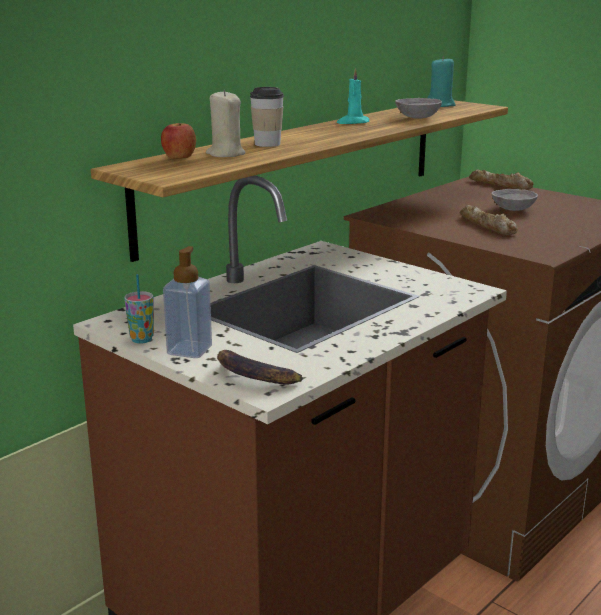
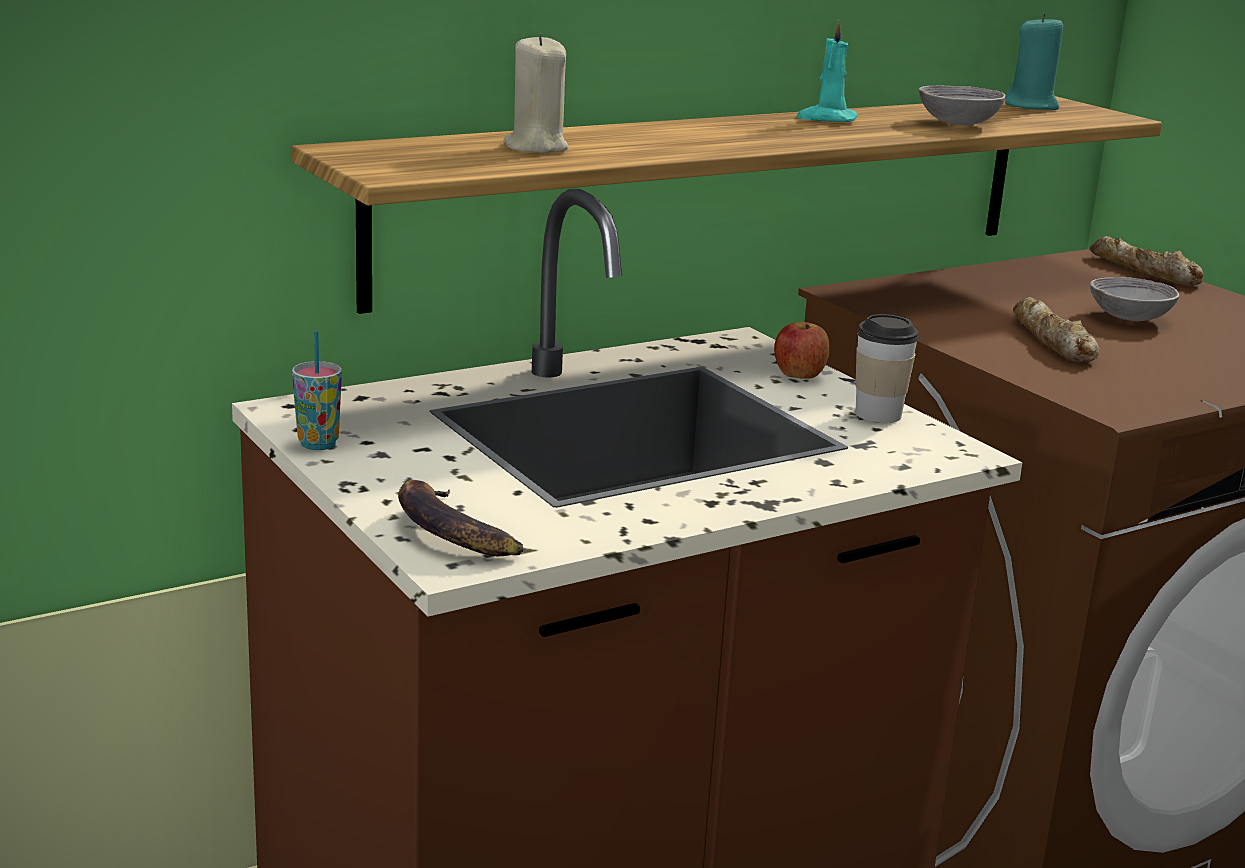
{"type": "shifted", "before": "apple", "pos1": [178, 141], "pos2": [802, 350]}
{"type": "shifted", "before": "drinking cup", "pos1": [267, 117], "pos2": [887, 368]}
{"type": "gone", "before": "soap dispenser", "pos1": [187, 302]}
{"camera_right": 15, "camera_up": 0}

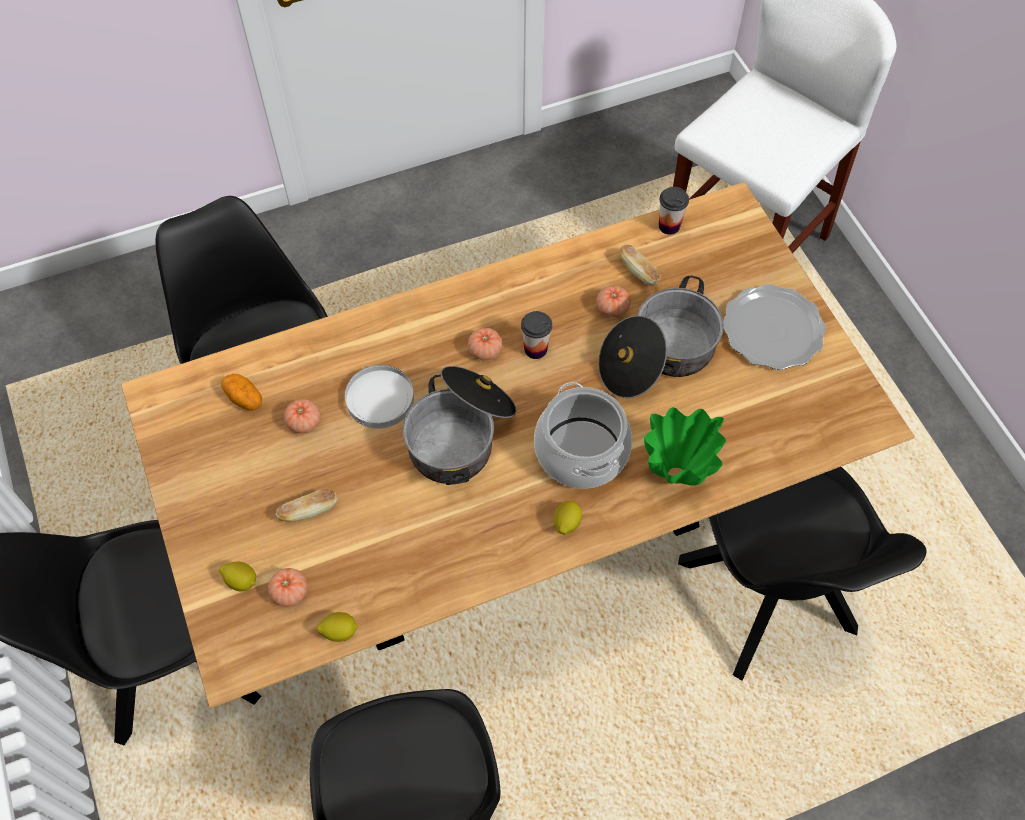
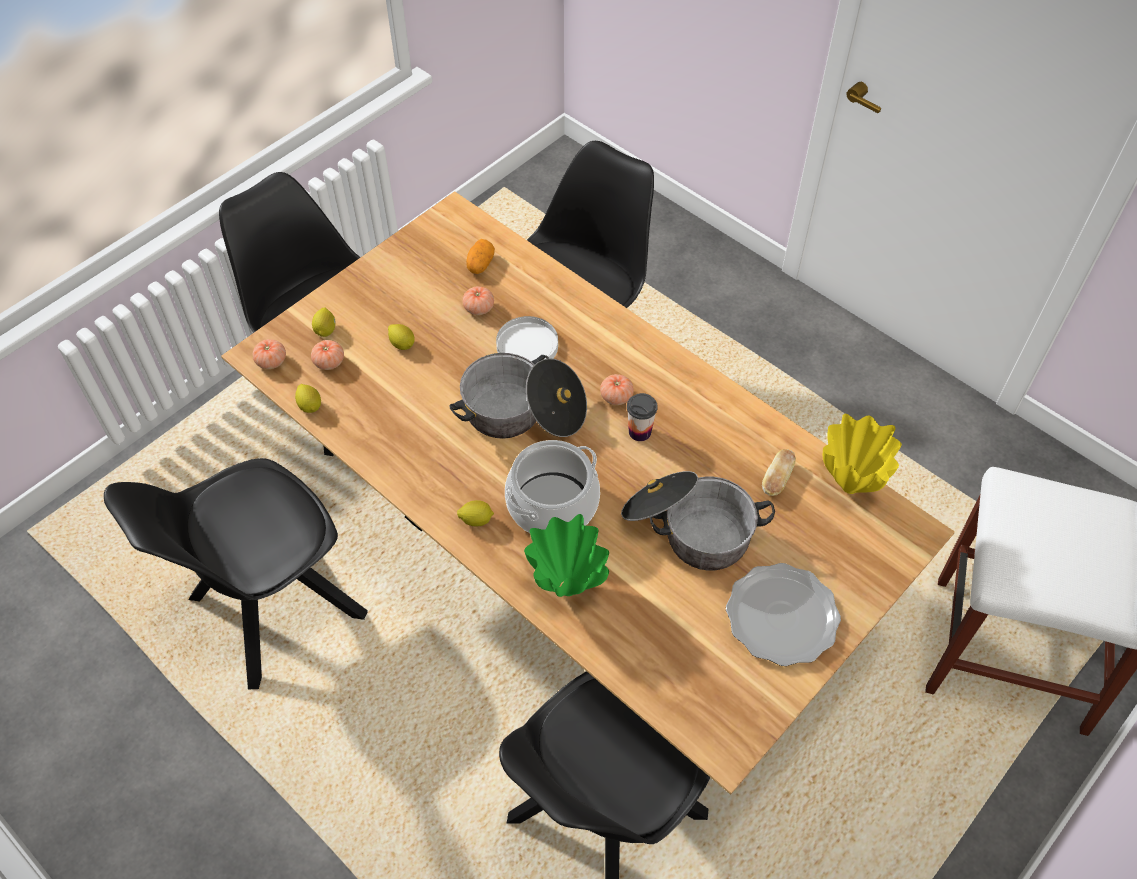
{"type": "shifted", "before": "tomato", "pos1": [613, 301], "pos2": [269, 354]}
{"type": "swapped", "before": "bakery bread", "after": "citrus fruit", "pos1": [306, 505], "pos2": [401, 337]}
{"type": "swapped", "before": "drinking cup", "after": "yellow-coloured flower vase", "pos1": [674, 211], "pos2": [862, 454]}
{"camera_right": 65, "camera_up": -5}

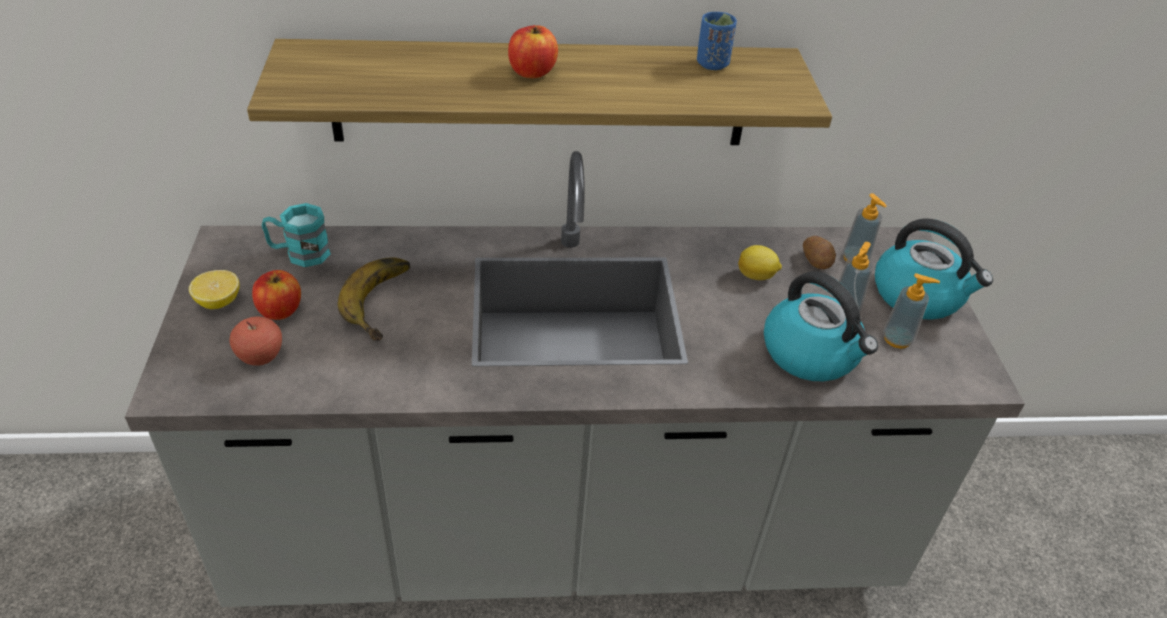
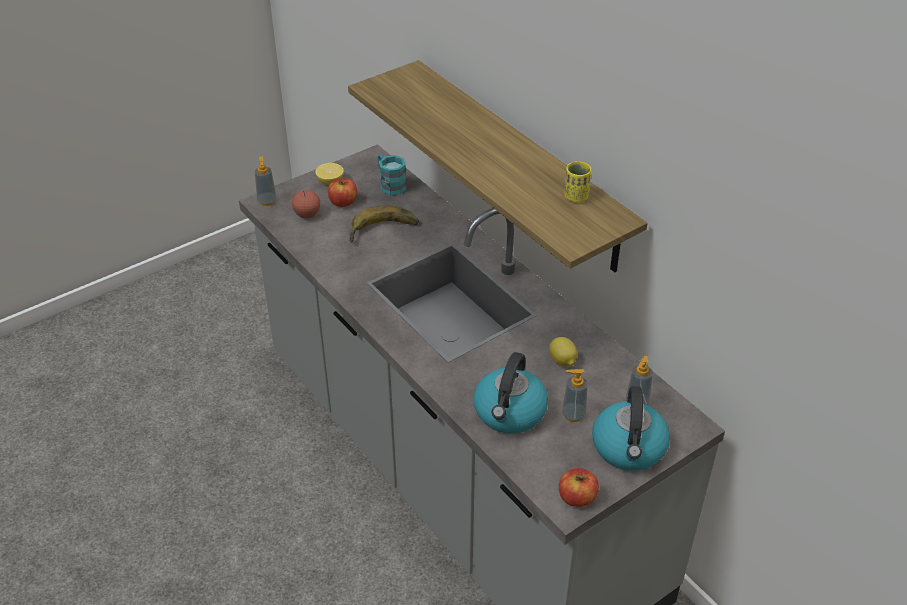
{"type": "shifted", "before": "soap dispenser", "pos1": [911, 311], "pos2": [266, 181]}
{"type": "shifted", "before": "apple", "pos1": [533, 51], "pos2": [579, 487]}
{"type": "repainted", "before": "blue drinking cup", "after": "yellow-coloured drinking cup", "pos1": [717, 41], "pos2": [577, 182]}
{"type": "gone", "before": "spud", "pos1": [819, 252]}
{"camera_right": 60, "camera_up": 0}

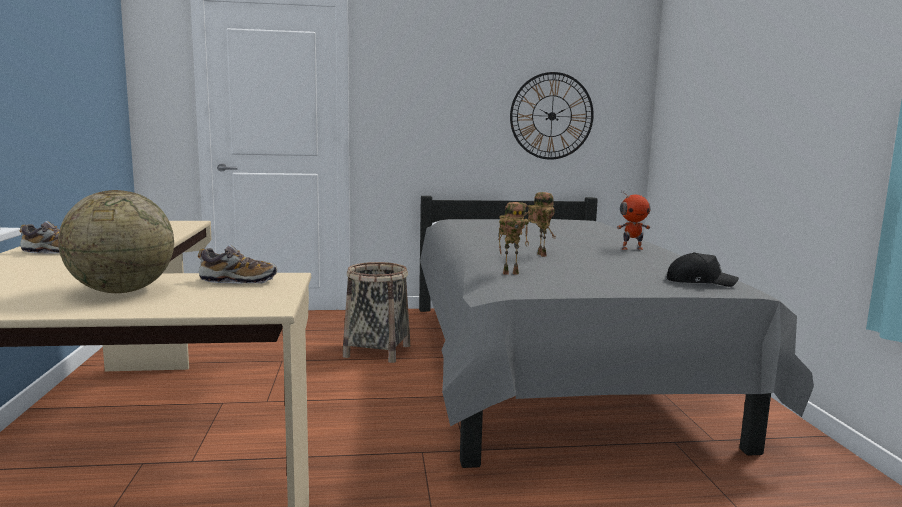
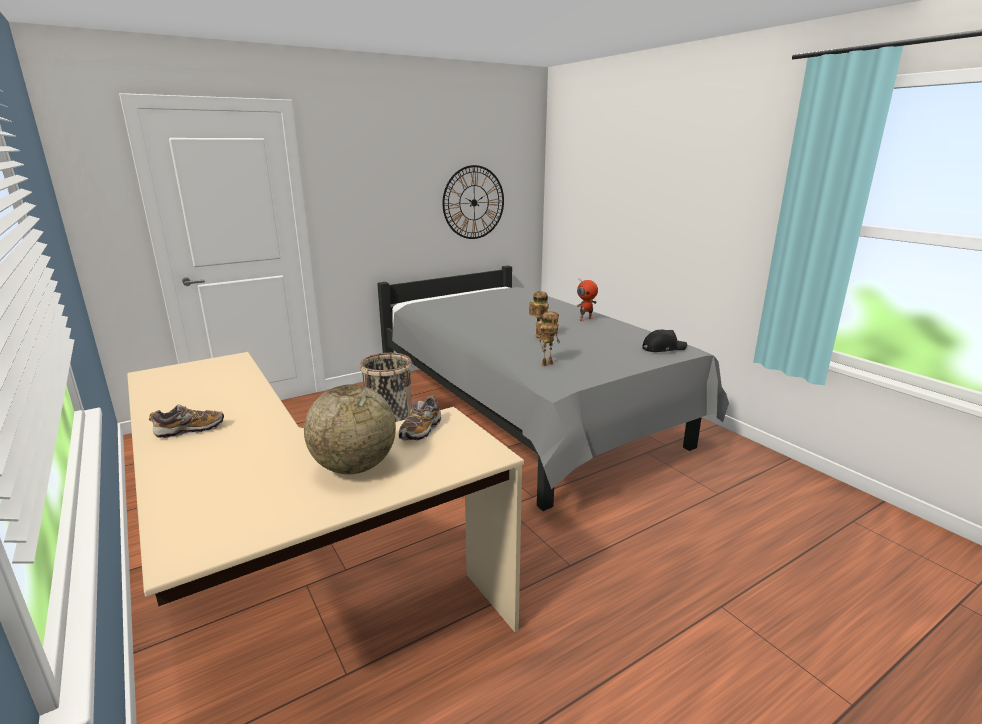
{"type": "rotated", "before": "item of footwear", "pos1": [237, 264], "pos2": [419, 418], "turn": 135}
{"camera_right": -25, "camera_up": 10}

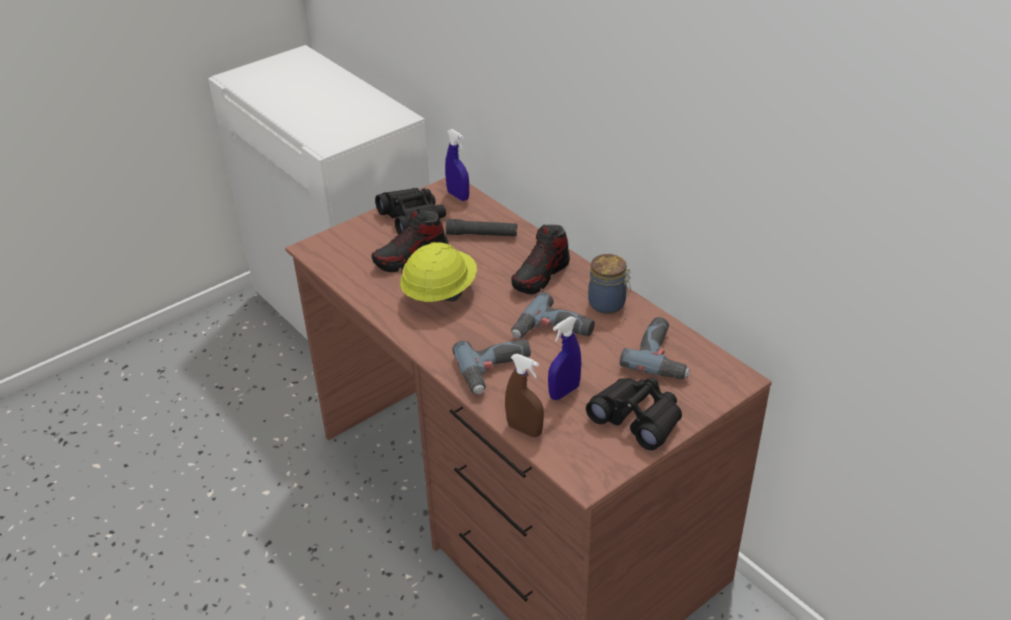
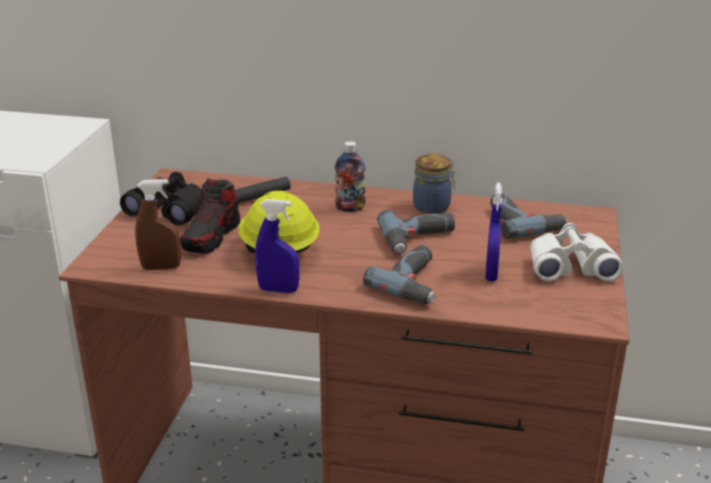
{"type": "shifted", "before": "brownish sprayer", "pos1": [524, 395], "pos2": [158, 224]}
{"type": "shifted", "before": "blue sprayer", "pos1": [457, 165], "pos2": [277, 246]}
{"type": "swapped", "before": "item of footwear", "after": "drink bottle", "pos1": [540, 260], "pos2": [350, 176]}
{"type": "repainted", "before": "black pair of binoculars", "after": "white pair of binoculars", "pos1": [634, 414], "pos2": [576, 252]}
{"camera_right": -40, "camera_up": -10}

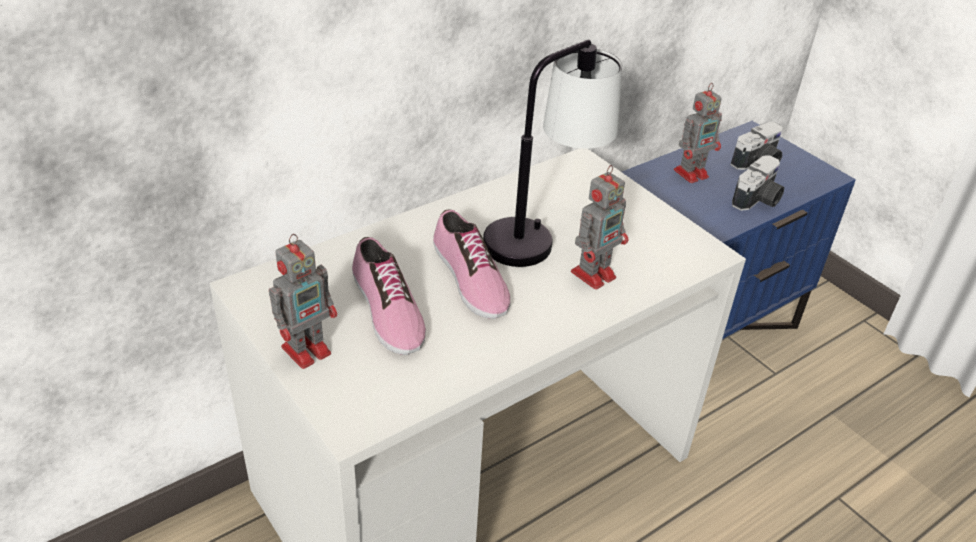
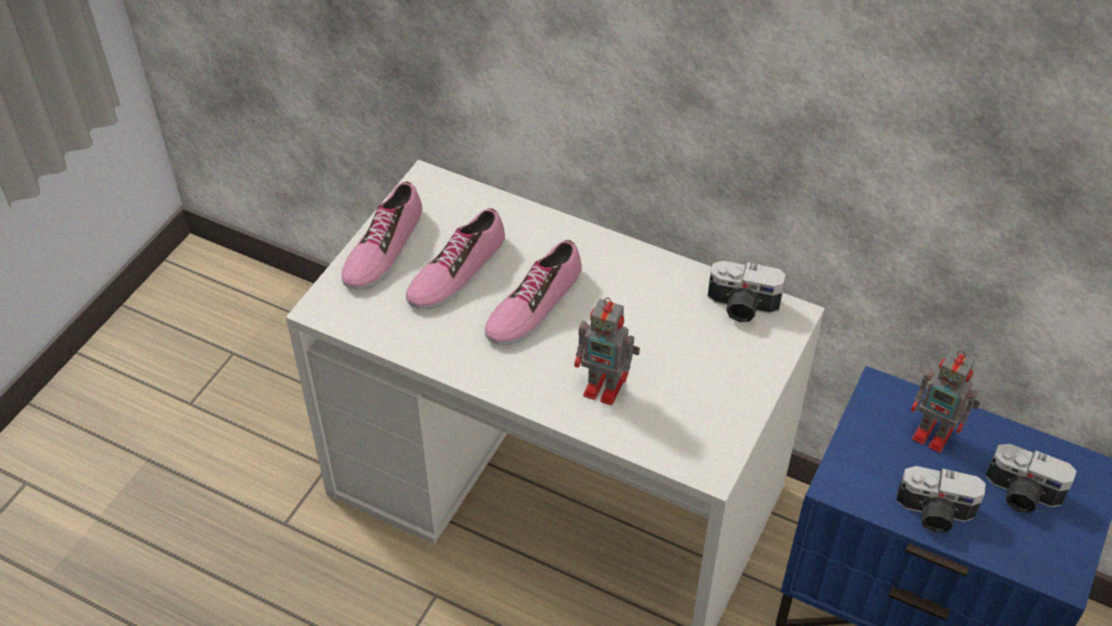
{"type": "swapped", "before": "model robot", "after": "item of footwear", "pos1": [303, 301], "pos2": [381, 236]}
{"type": "new", "after": "photo camera", "pos2": [747, 291]}
{"type": "gone", "before": "table lamp", "pos1": [552, 153]}
{"camera_right": 65, "camera_up": 10}

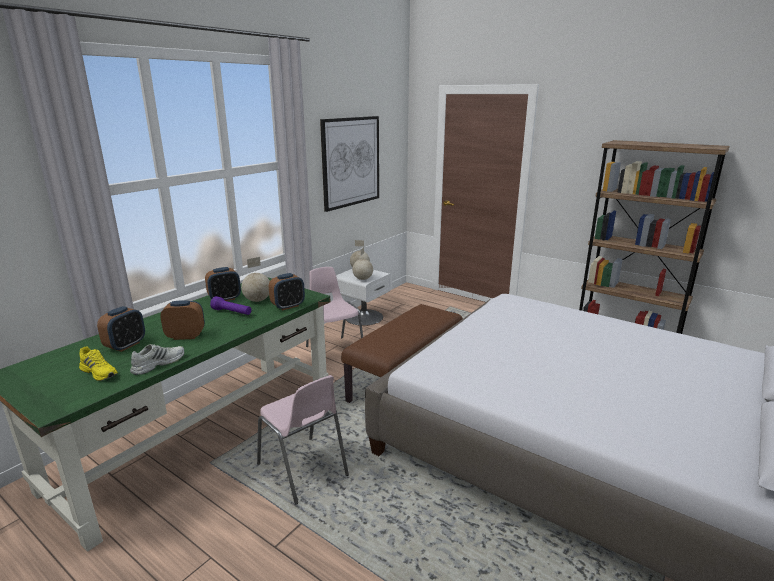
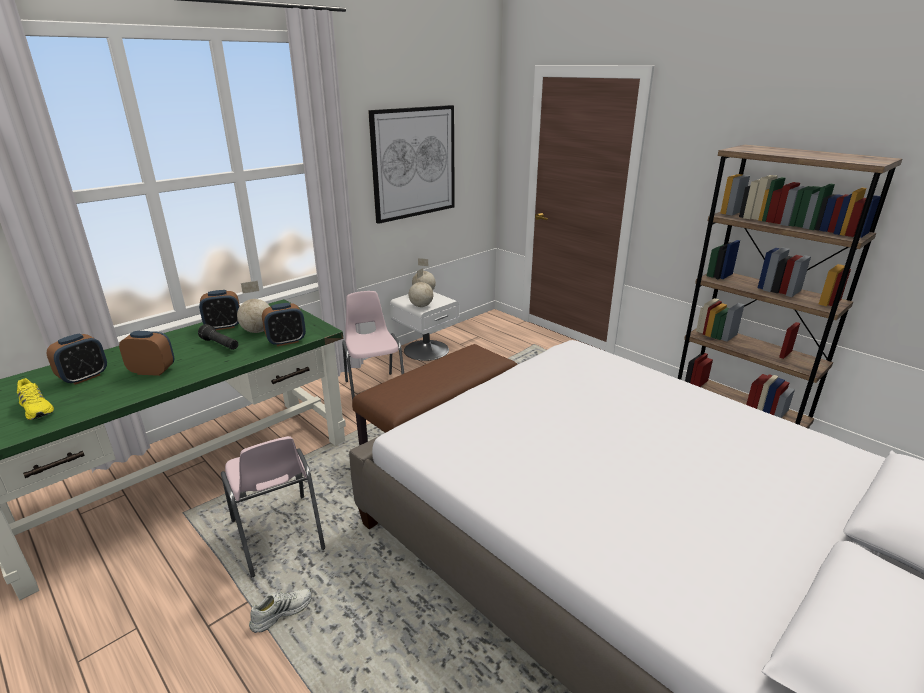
{"type": "repainted", "before": "purple hand torch", "after": "black hand torch", "pos1": [230, 305], "pos2": [218, 337]}
{"type": "shifted", "before": "white item of footwear", "pos1": [157, 359], "pos2": [280, 610]}
{"camera_right": 10, "camera_up": 5}

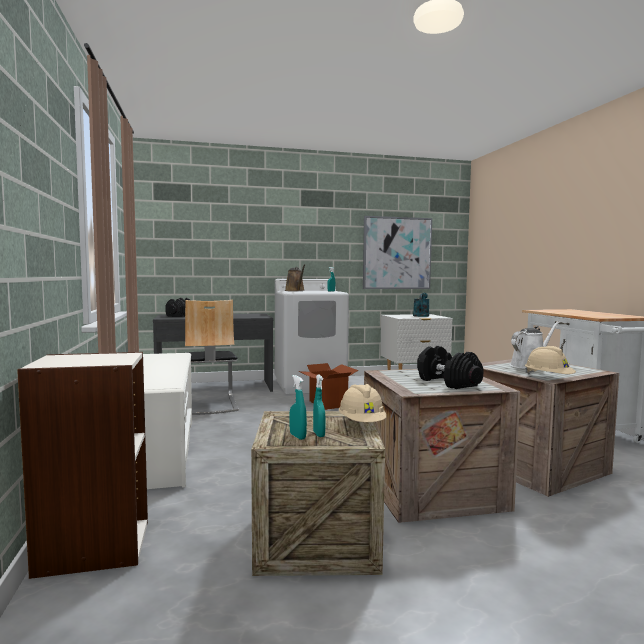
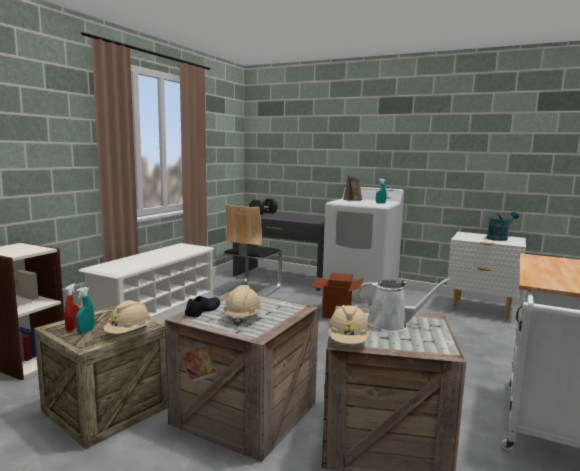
{"type": "repainted", "before": "turquoise-coloured sprayer", "after": "red-coloured sprayer", "pos1": [298, 407], "pos2": [72, 307]}
{"type": "new", "after": "black item of footwear", "pos2": [202, 307]}
{"type": "swapped", "before": "black free weight", "after": "sand-coloured work helmet", "pos1": [450, 367], "pos2": [242, 306]}
{"type": "gone", "before": "wall art", "pos1": [397, 252]}
{"camera_right": 40, "camera_up": 5}

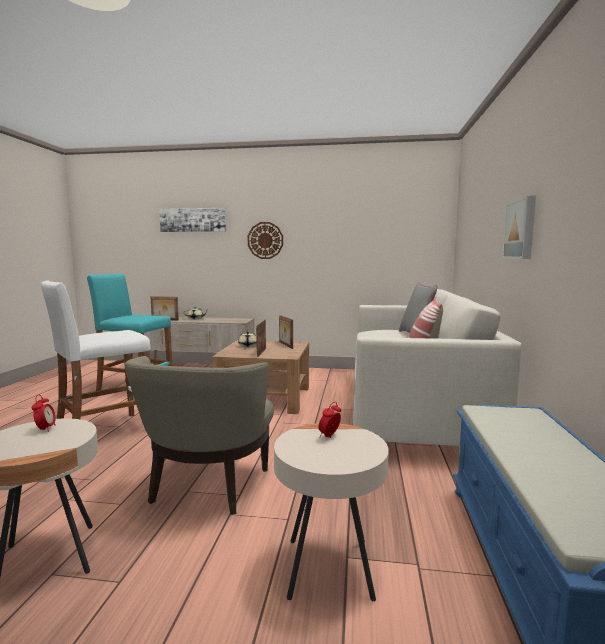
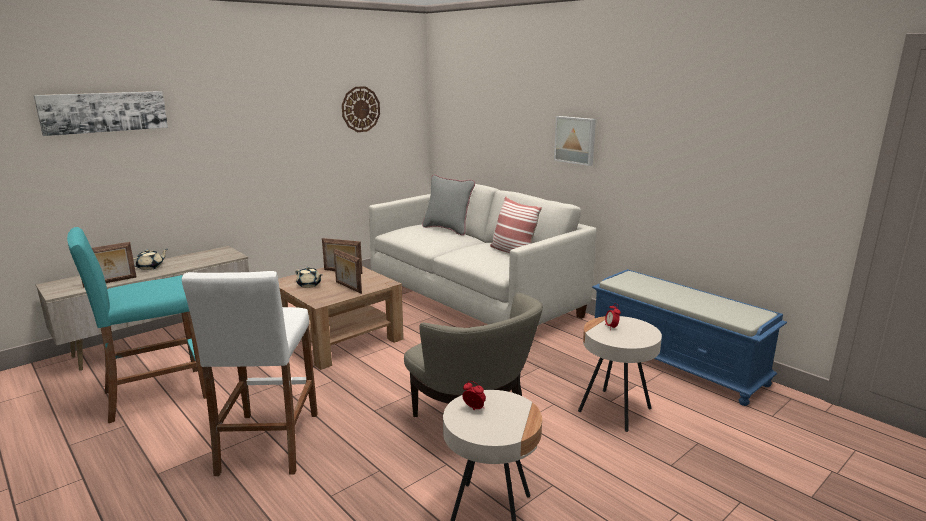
{"type": "shifted", "before": "clock on the wall", "pos1": [265, 240], "pos2": [361, 109]}
{"camera_right": -50, "camera_up": 10}

